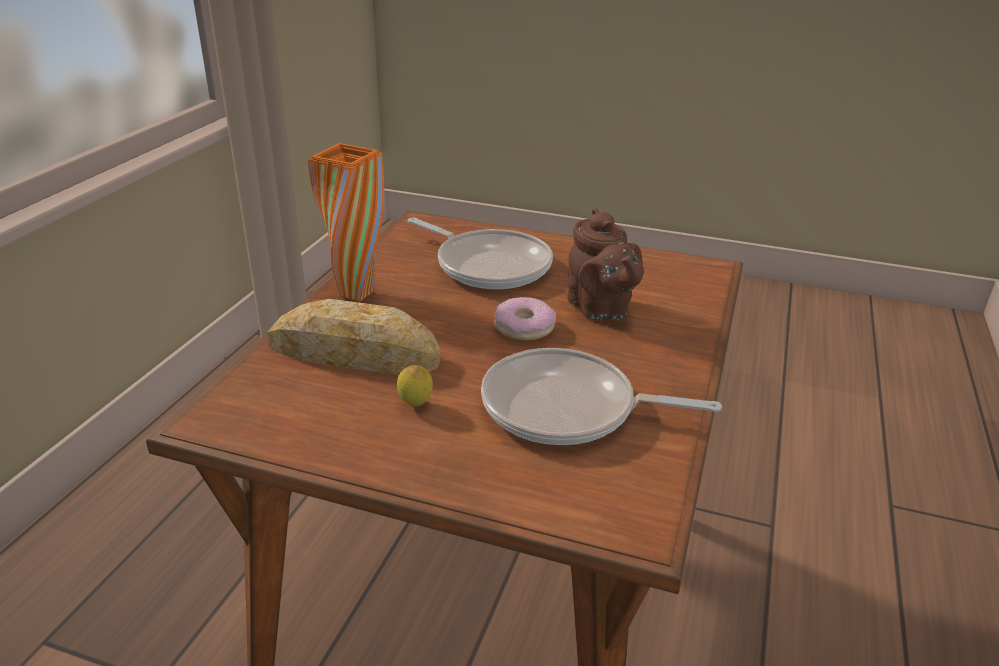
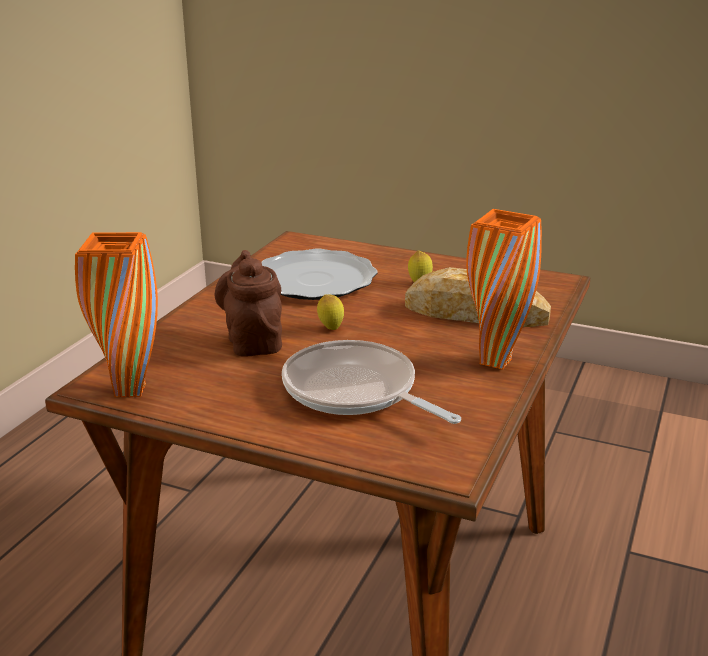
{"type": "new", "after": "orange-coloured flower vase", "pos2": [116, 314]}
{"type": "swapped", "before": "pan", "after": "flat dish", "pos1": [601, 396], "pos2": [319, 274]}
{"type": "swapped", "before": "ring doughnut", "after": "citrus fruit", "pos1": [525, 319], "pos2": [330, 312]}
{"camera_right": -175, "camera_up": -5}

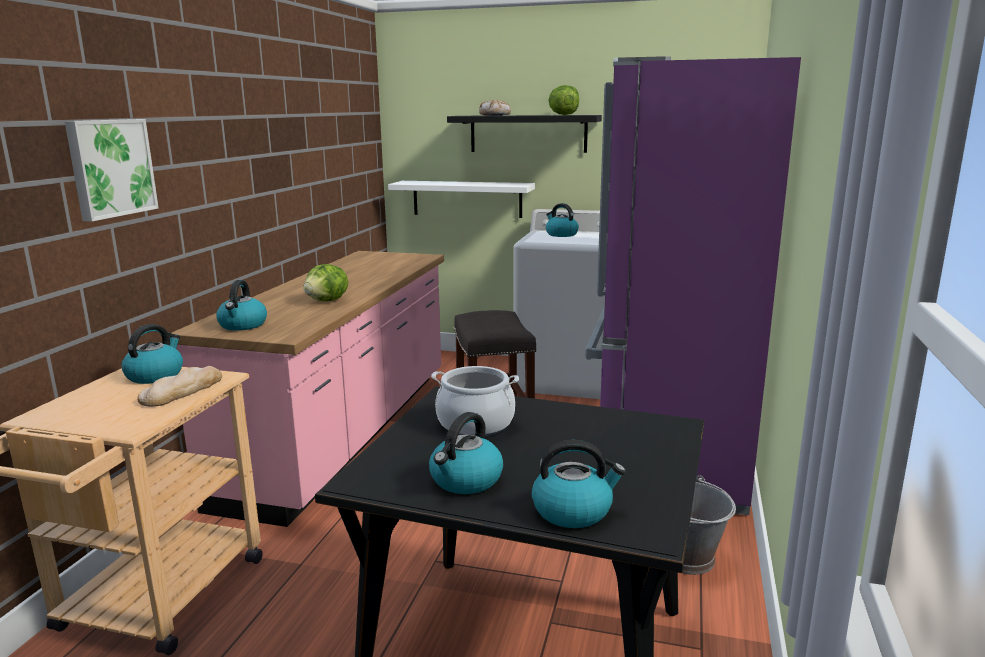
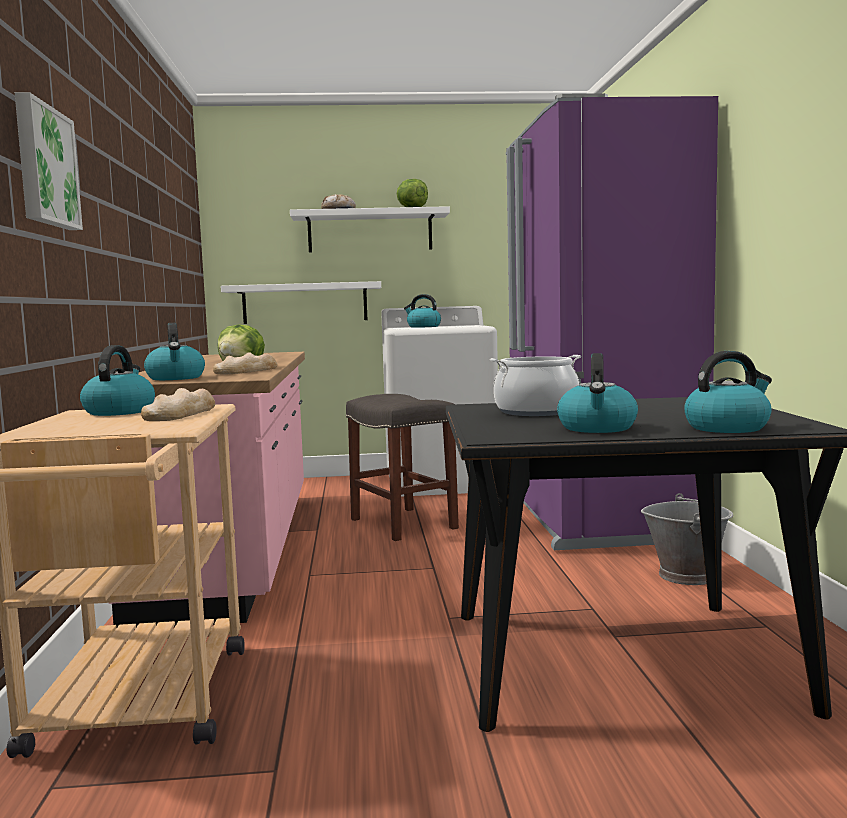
{"type": "new", "after": "bakery bread", "pos2": [245, 363]}
{"type": "repainted", "before": "black wall shelf", "after": "white wall shelf", "pos1": [524, 134], "pos2": [370, 229]}
{"camera_right": -20, "camera_up": -10}

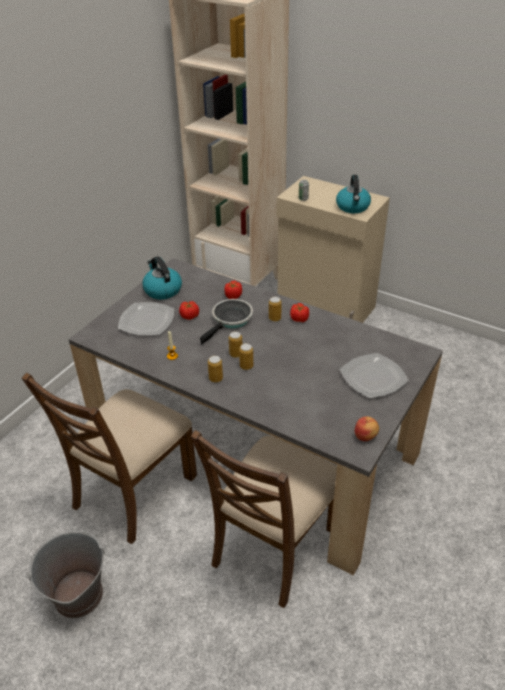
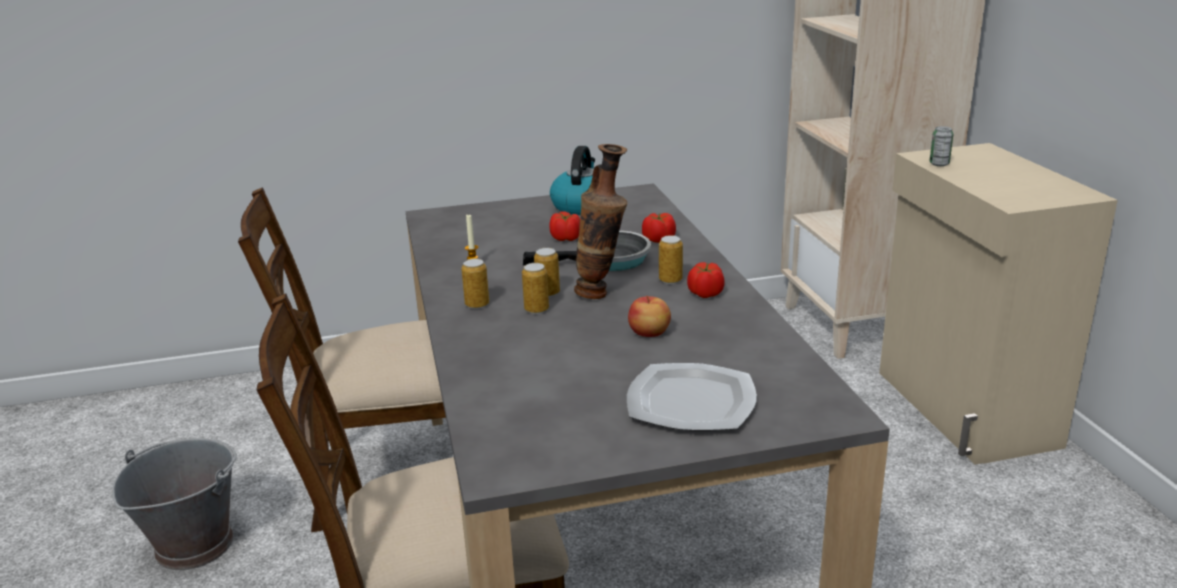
{"type": "new", "after": "flower vase", "pos2": [600, 221]}
{"type": "shifted", "before": "apple", "pos1": [367, 428], "pos2": [649, 316]}
{"type": "gone", "before": "flat dish", "pos1": [146, 319]}
{"type": "gone", "before": "water kettle", "pos1": [353, 194]}
{"camera_right": 45, "camera_up": -15}

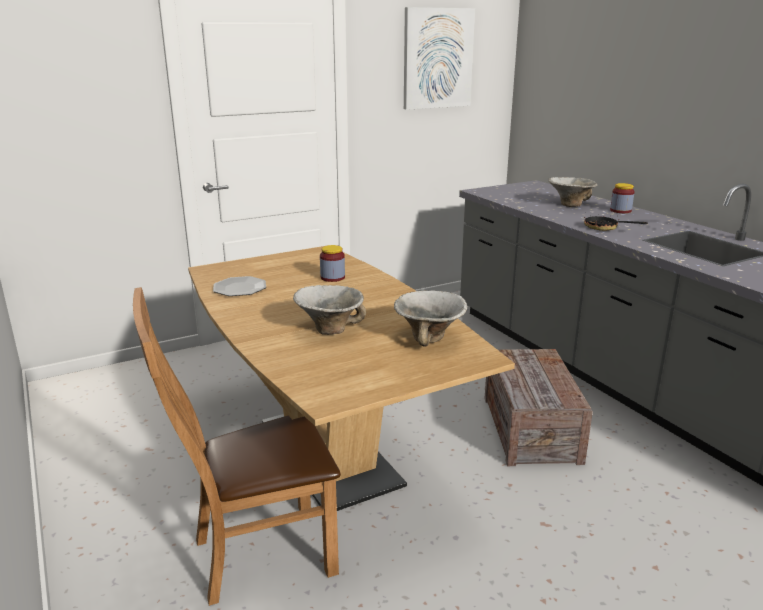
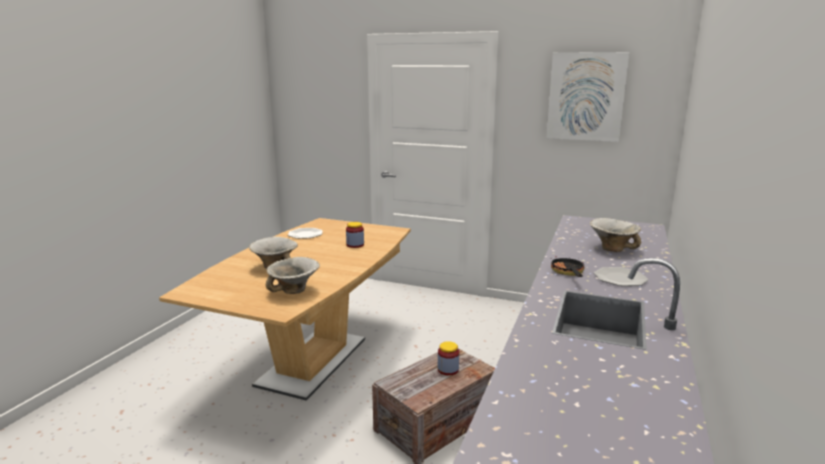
{"type": "shifted", "before": "jar", "pos1": [622, 198], "pos2": [448, 358]}
{"type": "new", "after": "flat dish", "pos2": [621, 276]}
{"type": "gone", "before": "brownish chair", "pos1": [237, 446]}
{"camera_right": 50, "camera_up": -5}

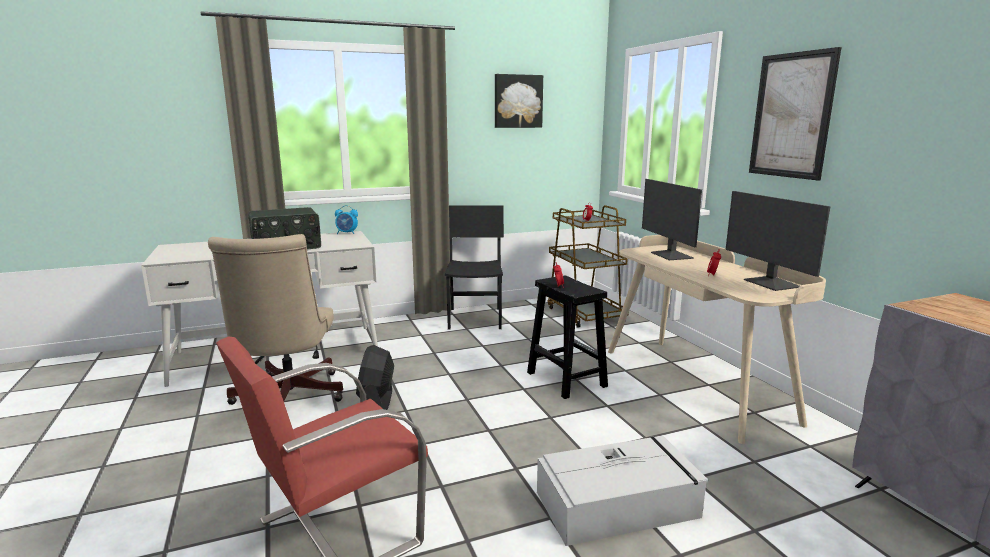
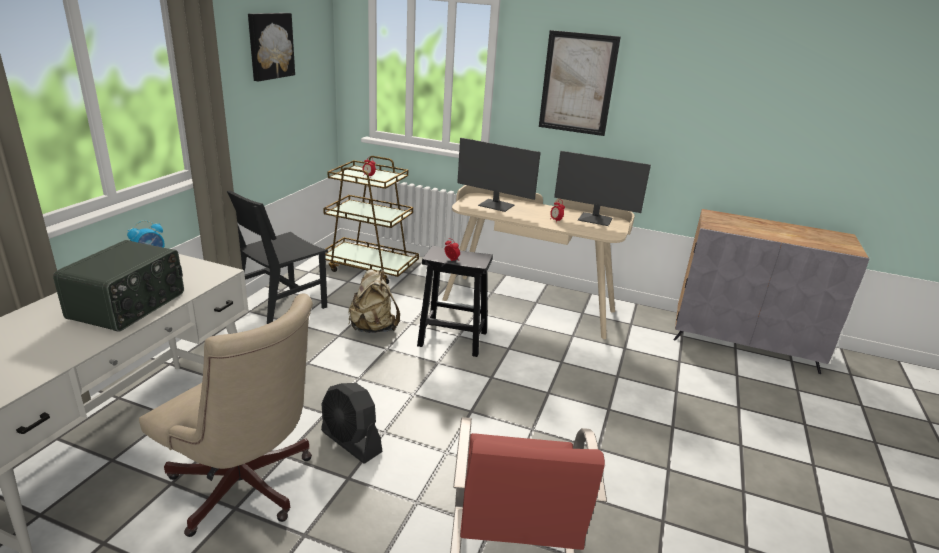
{"type": "rotated", "before": "black chair", "pos1": [474, 267], "pos2": [277, 257], "turn": -90}
{"type": "new", "after": "sand-coloured rucksack", "pos2": [374, 301]}
{"type": "gone", "before": "grey storage container", "pos1": [622, 491]}
{"camera_right": -50, "camera_up": 10}

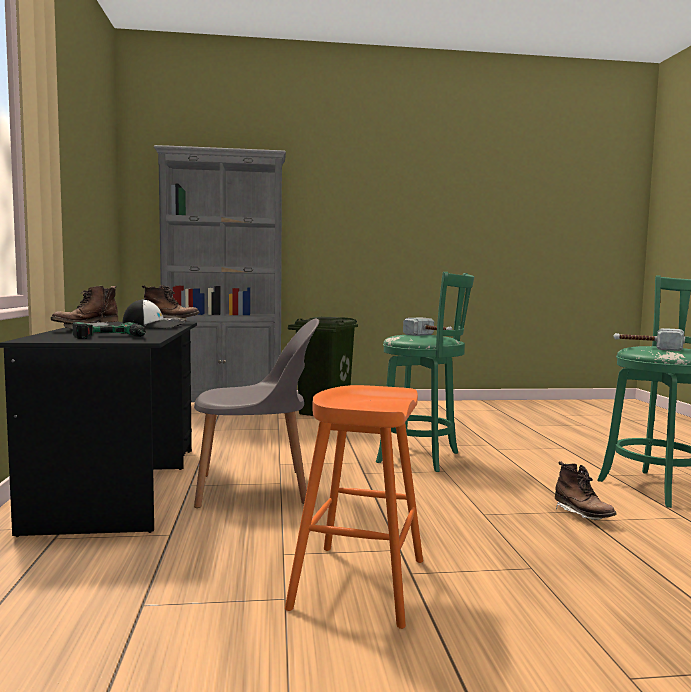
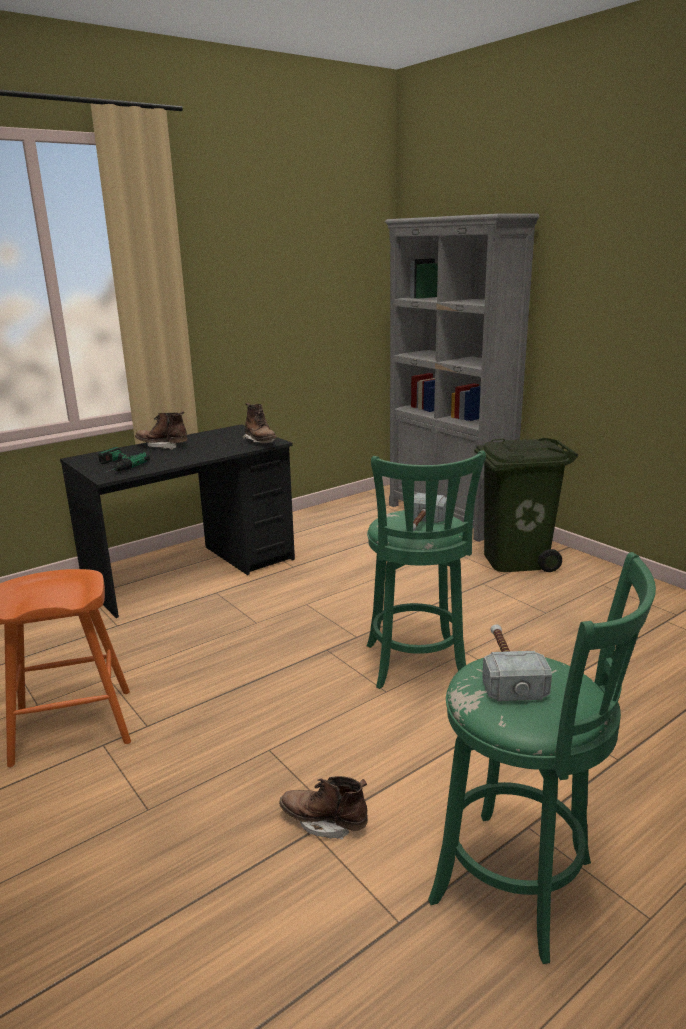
{"type": "rotated", "before": "brownish boot", "pos1": [586, 490], "pos2": [323, 808], "turn": 75}
{"type": "gone", "before": "baseball cap", "pos1": [152, 314]}
{"type": "gone", "before": "grey chair", "pos1": [256, 413]}
{"camera_right": 60, "camera_up": 15}

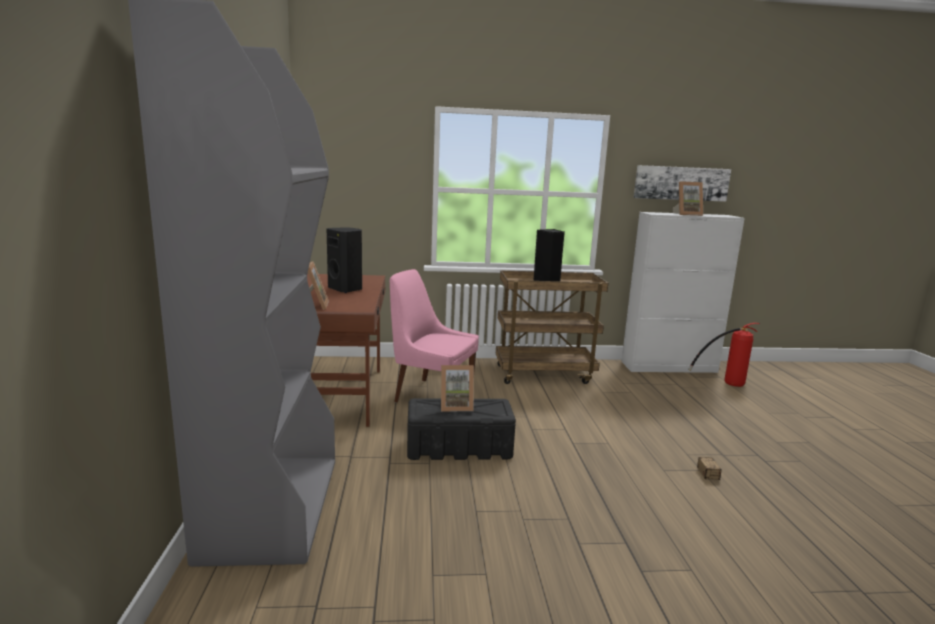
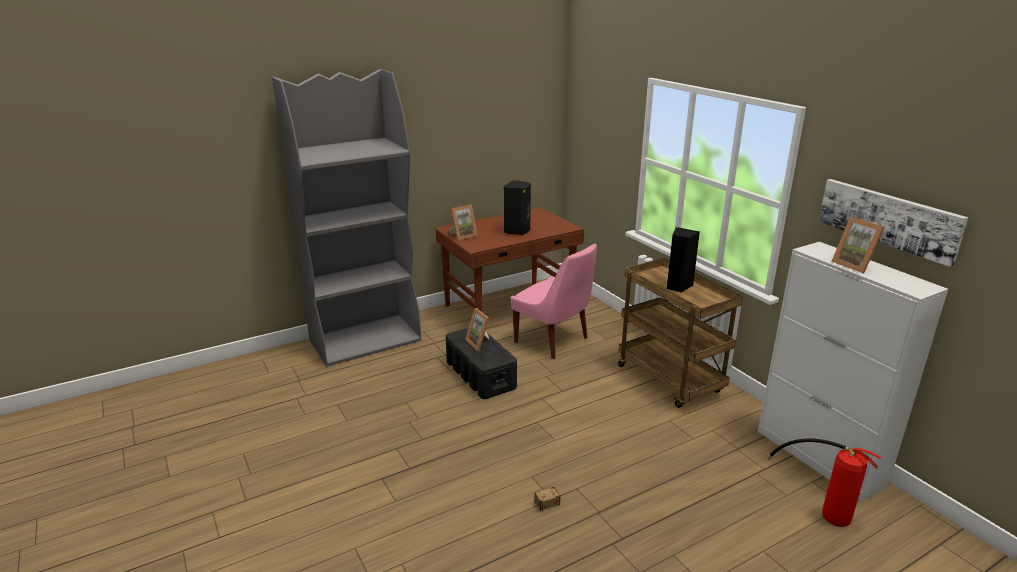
{"type": "rotated", "before": "pink-coloured chair", "pos1": [434, 335], "pos2": [554, 301], "turn": 135}
{"camera_right": 65, "camera_up": 10}

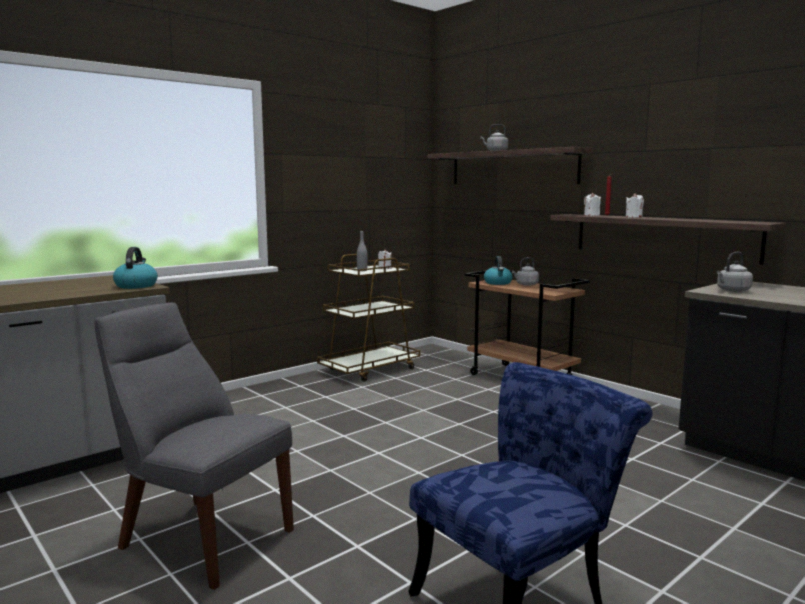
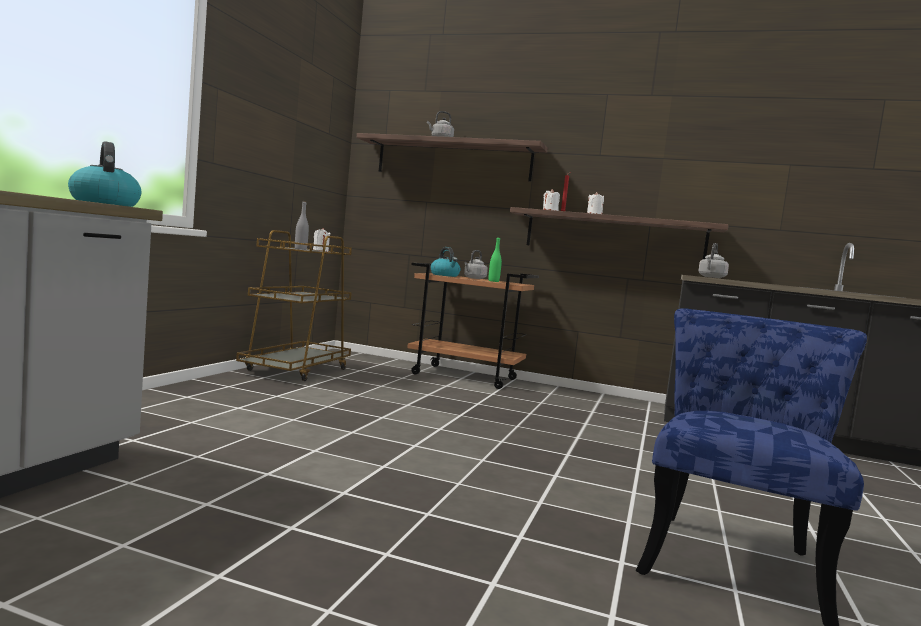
{"type": "new", "after": "green drink bottle", "pos2": [495, 259]}
{"type": "gone", "before": "grey chair", "pos1": [194, 446]}
{"camera_right": -30, "camera_up": -5}

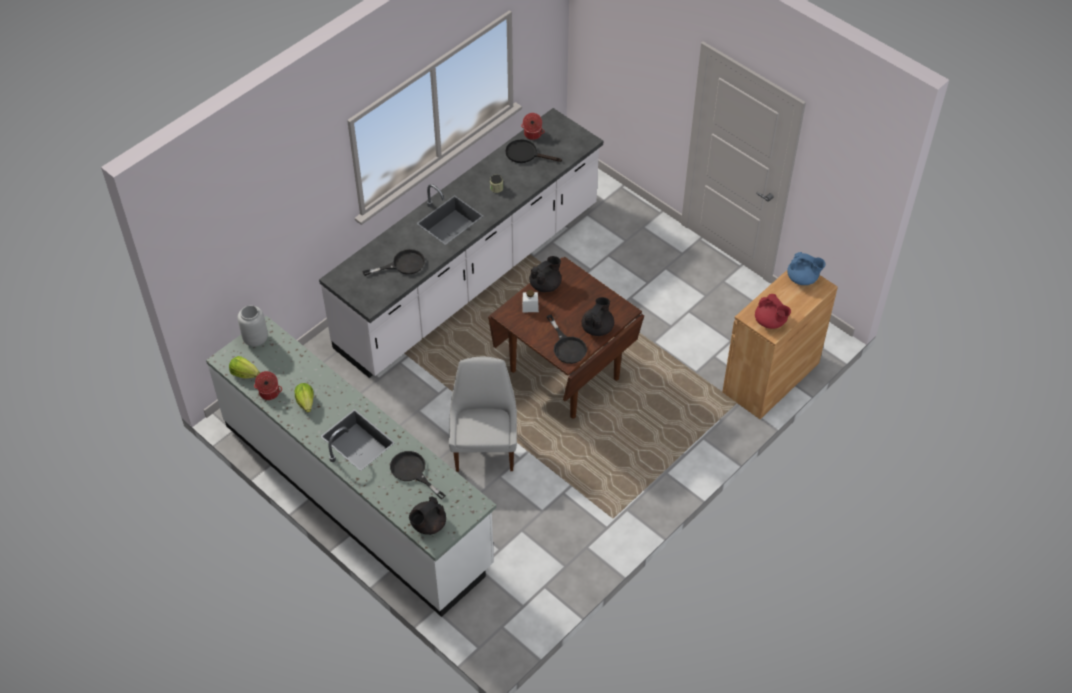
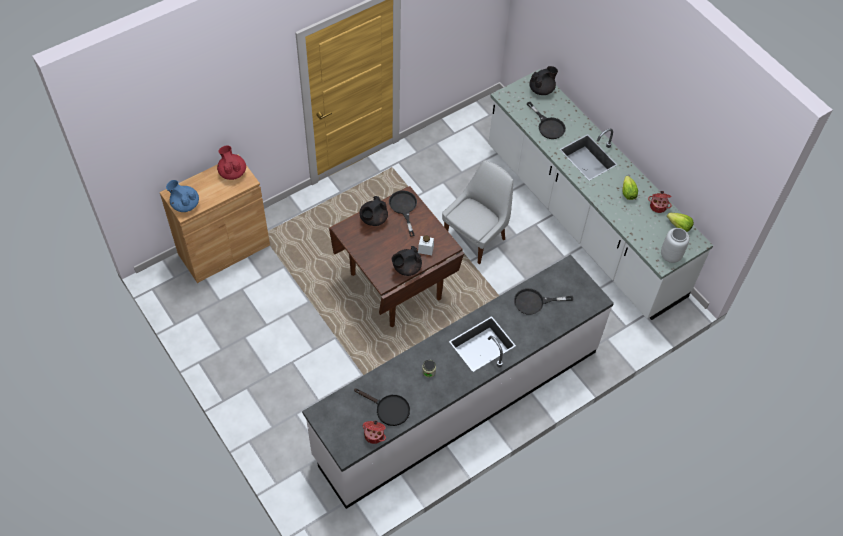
{"type": "rotated", "before": "white chair", "pos1": [483, 414], "pos2": [477, 212], "turn": -150}
{"camera_right": -170, "camera_up": 5}

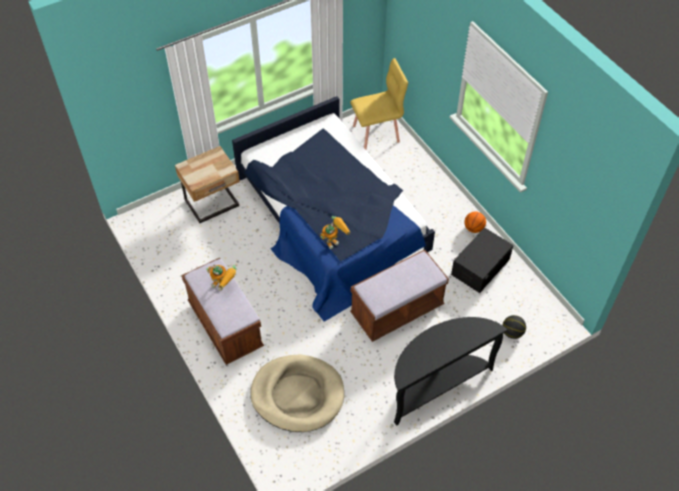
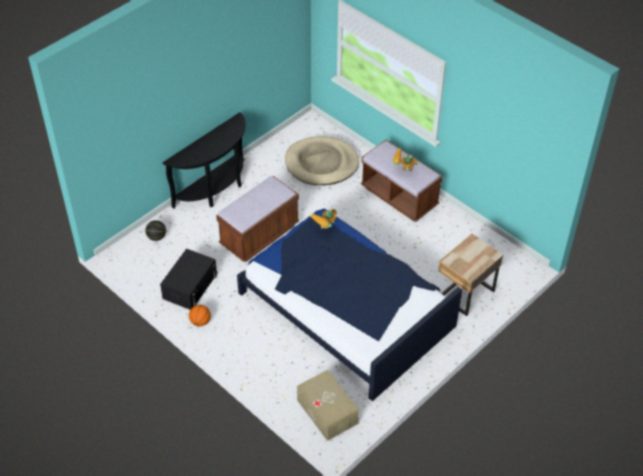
{"type": "swapped", "before": "yellow-coloured chair", "after": "sand-coloured storage container", "pos1": [379, 104], "pos2": [328, 405]}
{"camera_right": 165, "camera_up": -5}

